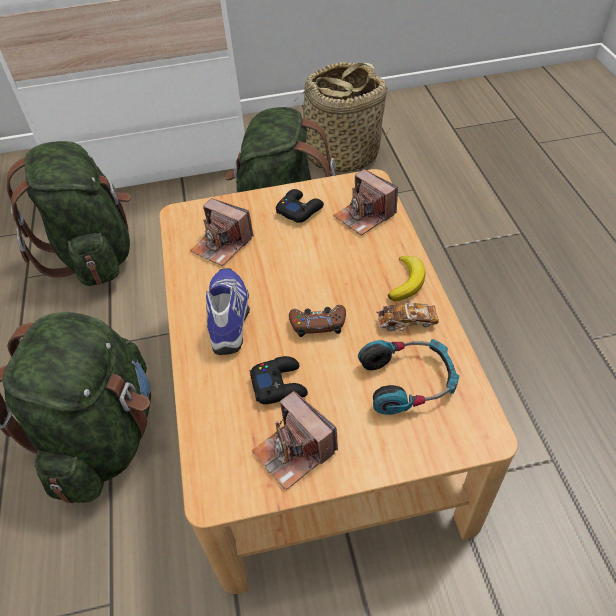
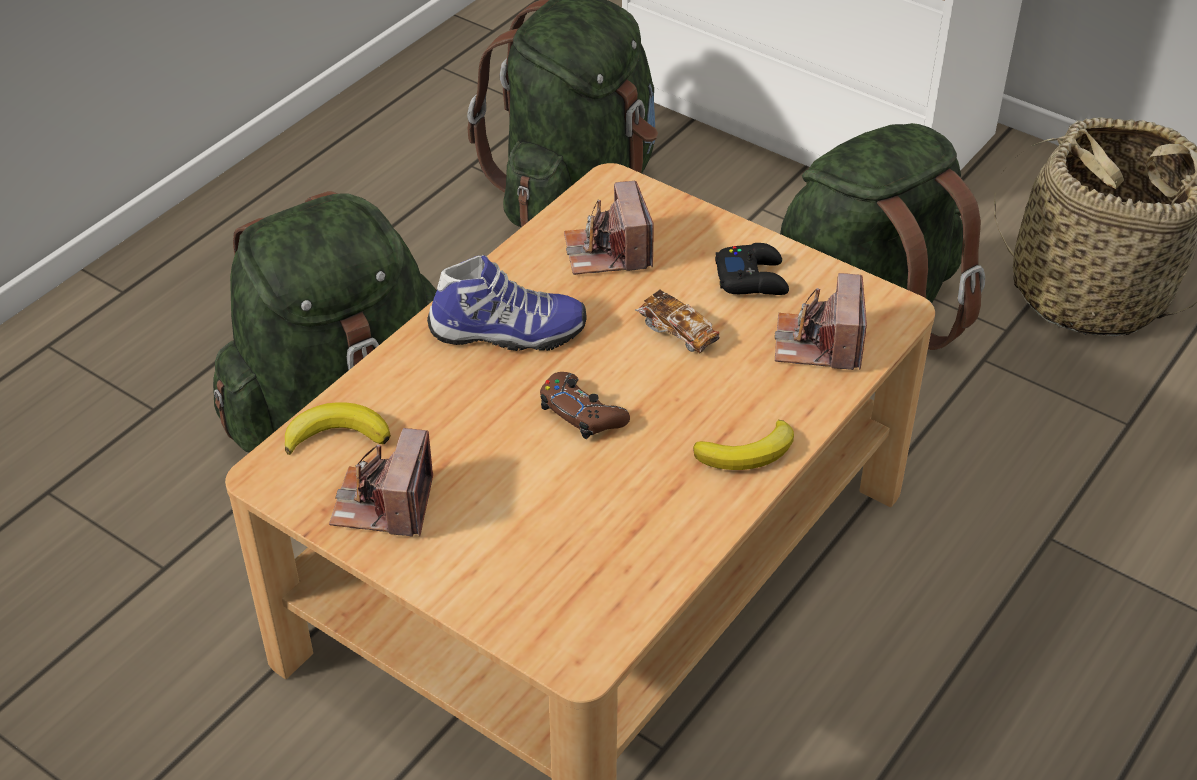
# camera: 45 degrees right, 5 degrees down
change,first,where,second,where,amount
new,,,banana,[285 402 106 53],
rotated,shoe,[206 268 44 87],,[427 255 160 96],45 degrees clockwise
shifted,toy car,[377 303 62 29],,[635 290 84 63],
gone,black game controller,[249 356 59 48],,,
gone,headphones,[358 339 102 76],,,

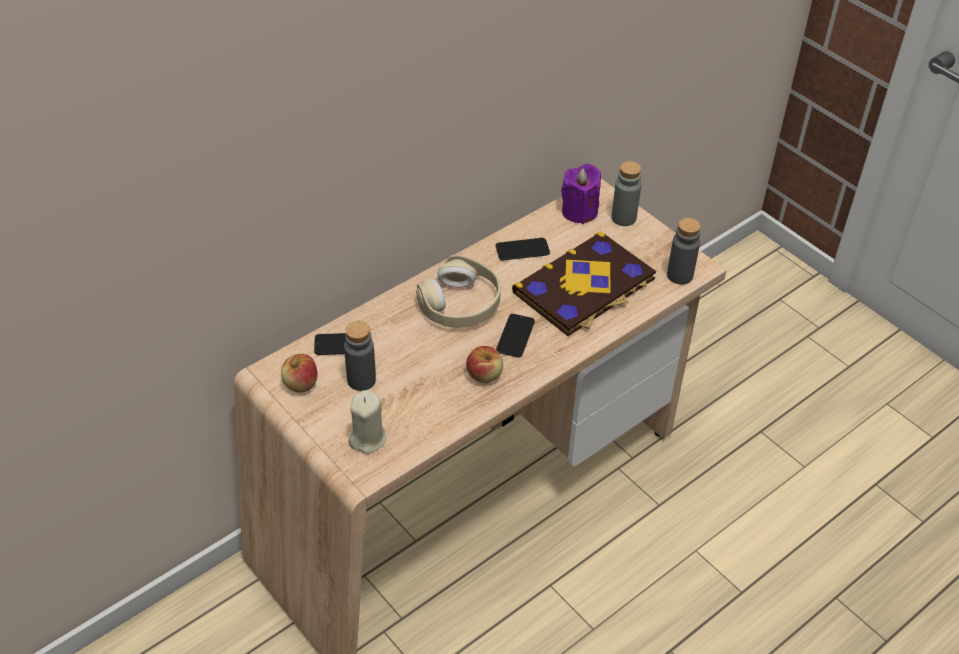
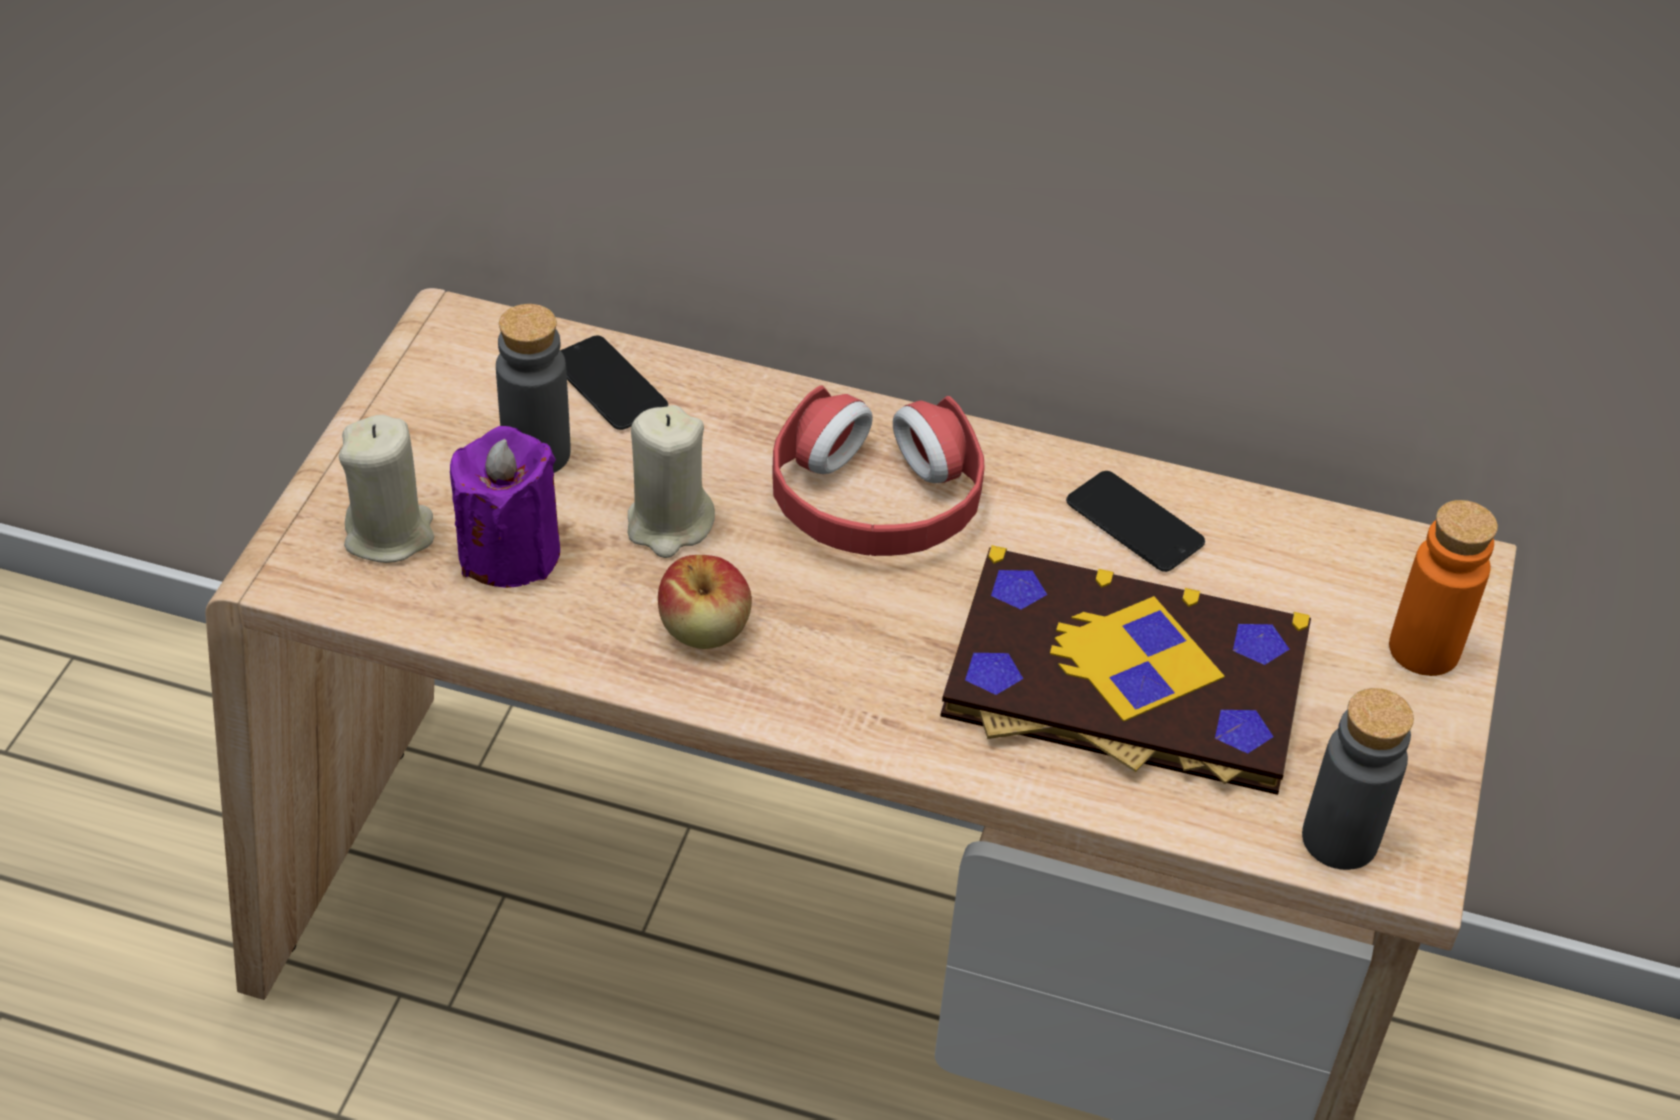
# camera: 55 degrees right, 0 degrees up
change,first,where,second,where,amount
shifted,purple candle,[561 164 40 60],,[450 426 110 162],
new,,,beige candle,[628 405 87 153],
repainted,beige headphones,[416 255 85 73],red headphones,[772 386 213 170],
repainted,grey bottle,[611 161 30 65],orange bottle,[1389 500 109 176],
gone,apple,[281 354 37 39],,,
gone,phone,[496 314 39 44],,,

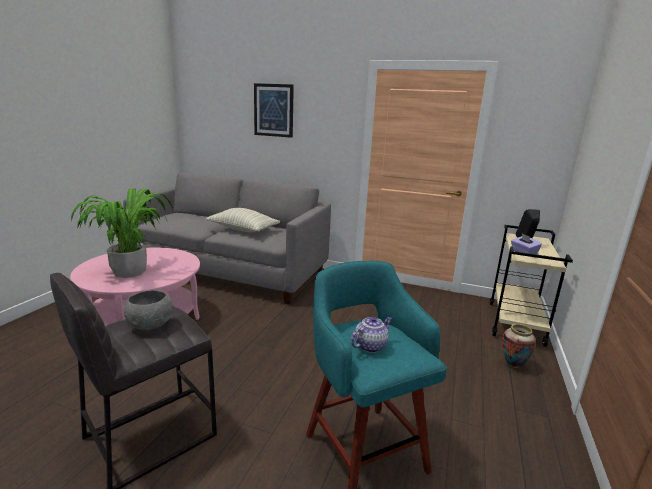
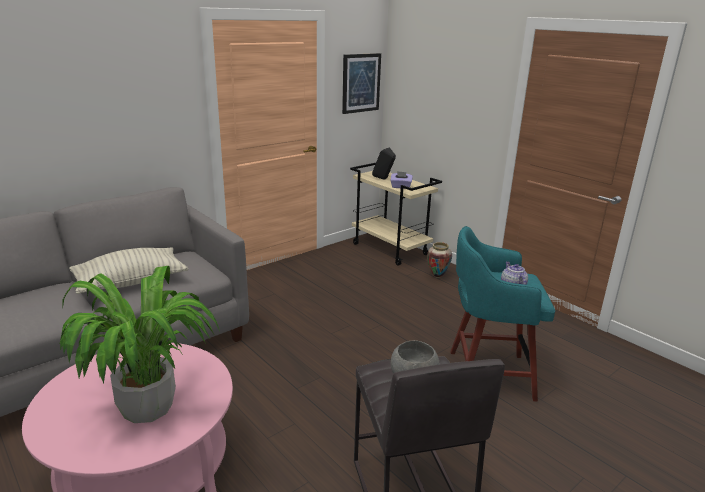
# camera: 60 degrees left, 5 degrees up
change,first,where,second,where,amount
shifted,picture,[254 83 40 55],,[342 53 39 61],

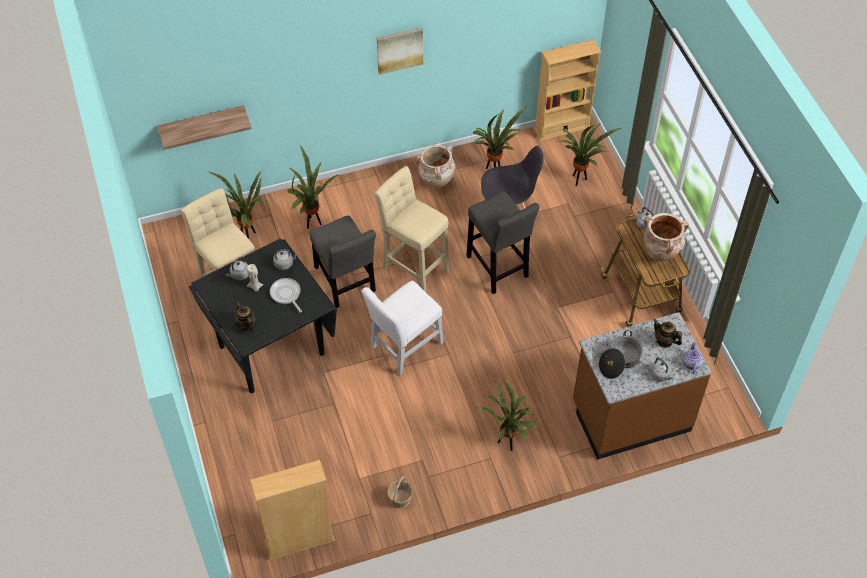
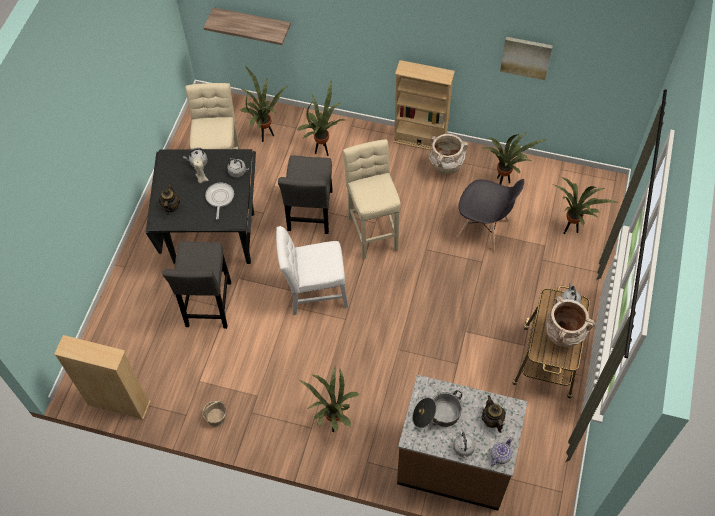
# camera: 35 degrees right, 5 degrees up
change,first,where,second,where,amount
shifted,grey stool,[466 191 74 103],,[162 241 69 88],
shifted,beige bookcase,[534 39 67 102],,[393 60 62 90],
shifted,picture,[377 27 46 48],,[500 37 53 43],

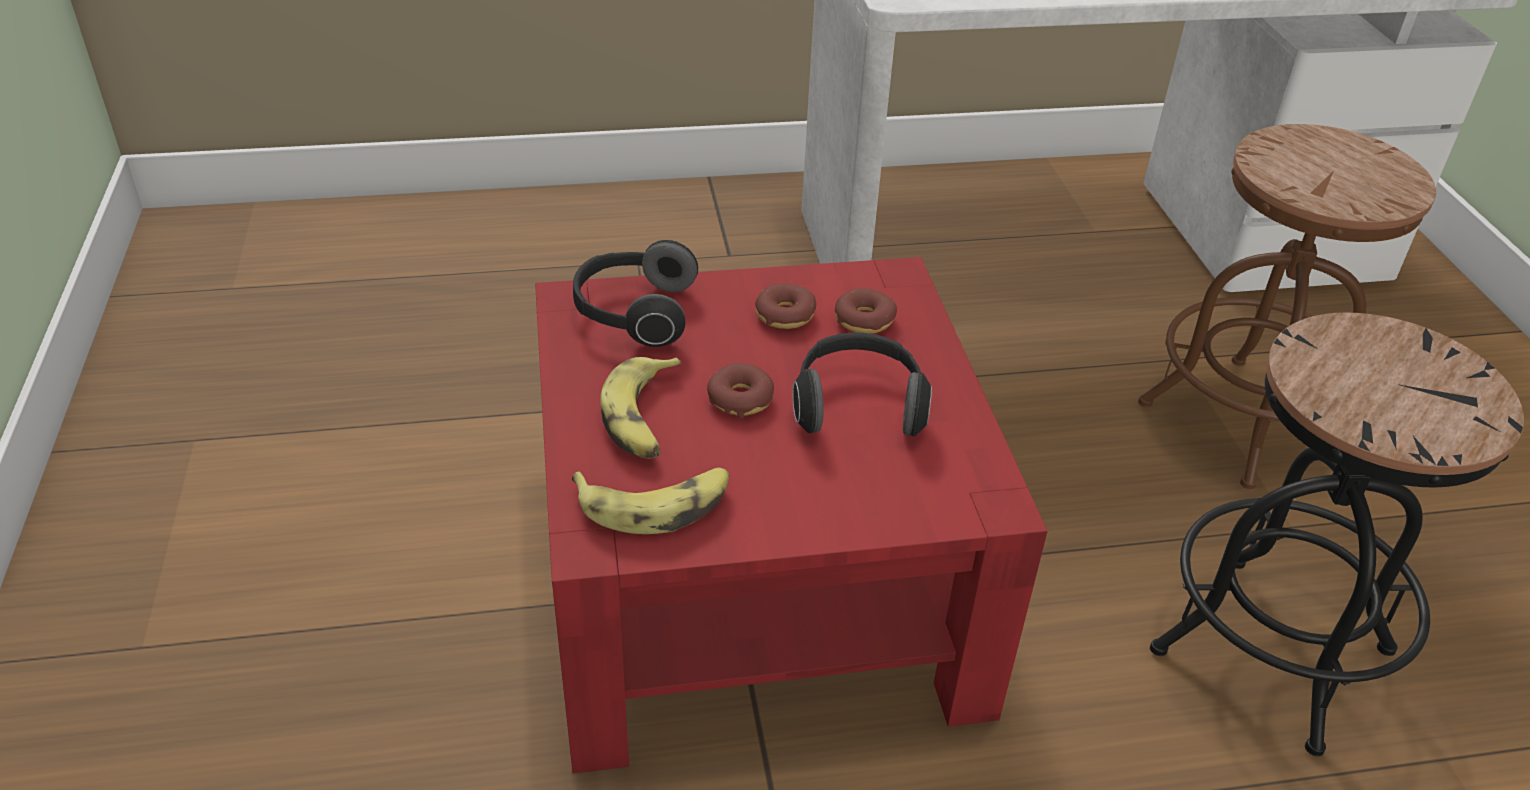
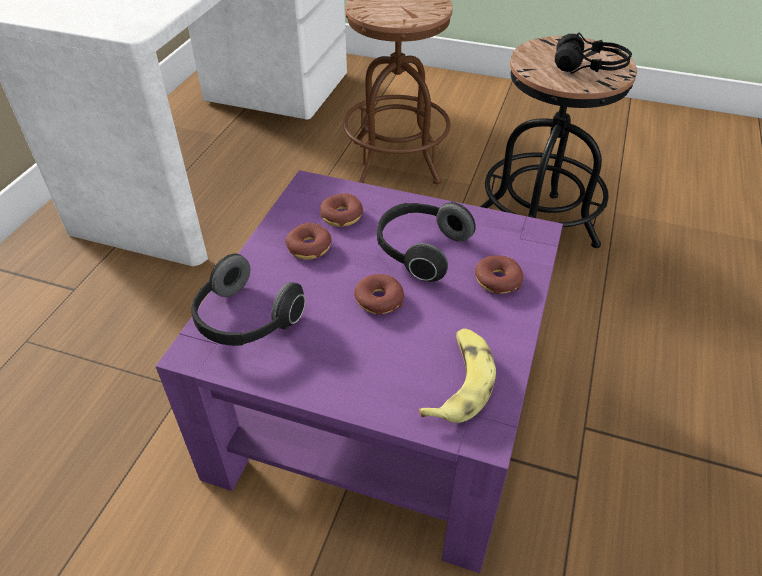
# camera: 60 degrees left, 5 degrees up
change,first,where,second,where,amount
repainted,red coffee table,[535 257 513 516],purple coffee table,[155 170 408 403],
new,,,donut,[475 255 49 39],
new,,,black headphones,[555 33 77 41],
gone,banana,[600 357 81 102],,,

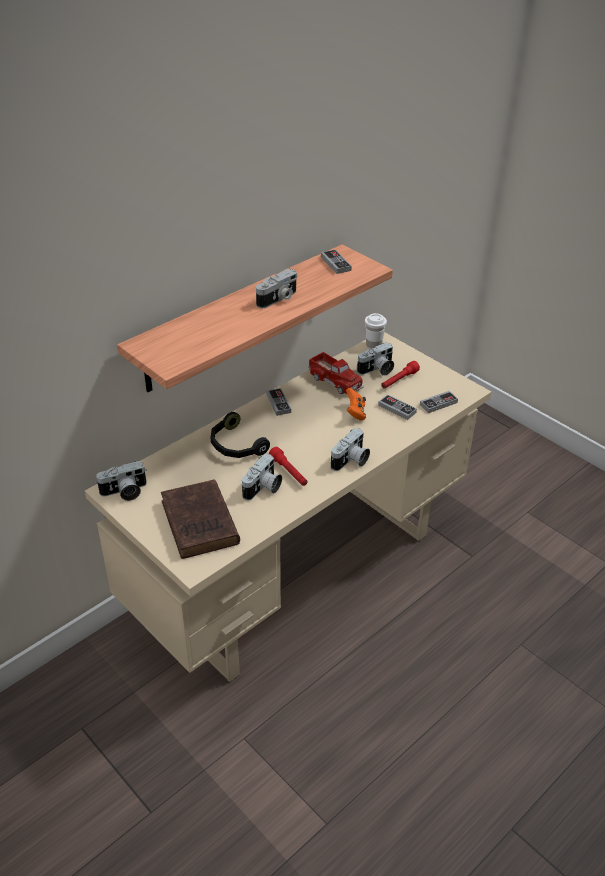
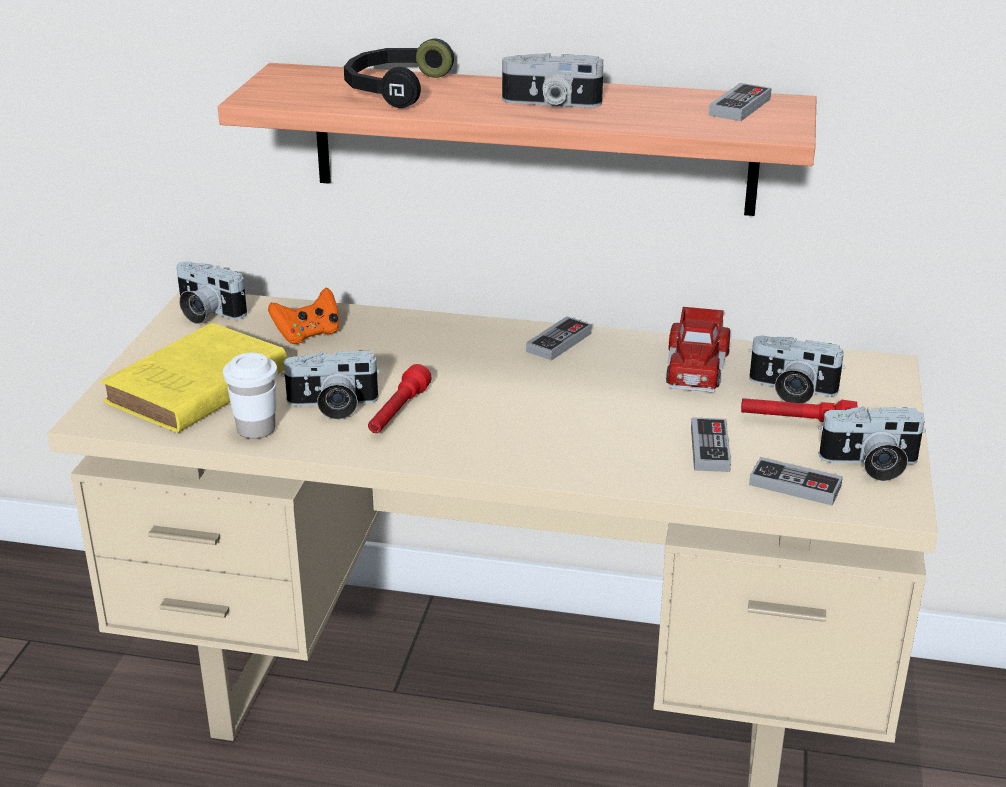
# camera: 55 degrees right, 10 degrees down
change,first,where,second,where,amount
repainted,brown book,[161 479 79 80],yellow book,[101 323 186 110],
shifted,white cup,[365 313 22 35],,[223 352 55 87],
shifted,orange game controller,[346 388 20 33],,[268 287 72 57],
shifted,black headphones,[210 412 60 46],,[344 39 110 69],
shifted,photo camera,[331 428 39 43],,[819 407 107 74],

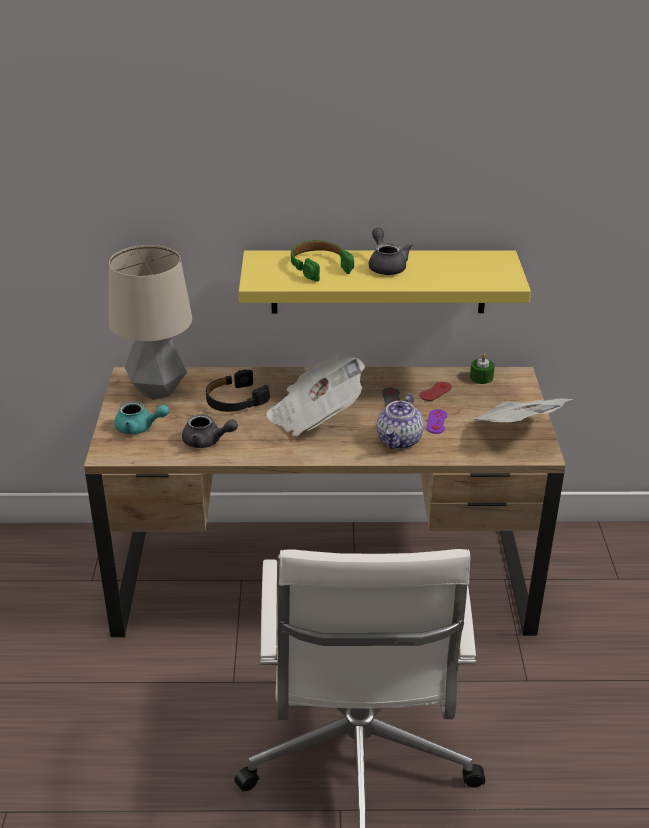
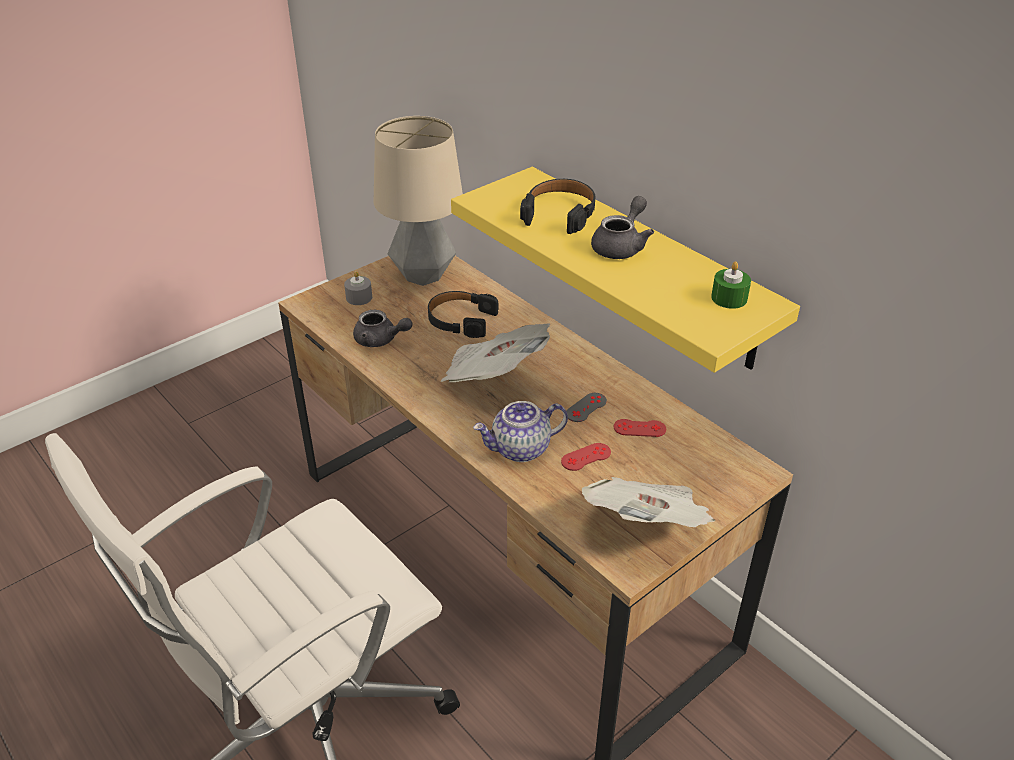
# camera: 50 degrees right, 5 degrees up
change,first,where,second,where,amount
swapped,turquoise teapot,[114 401 55 33],grey candle,[344 271 28 34],
rotated,grey teapot,[182 414 56 34],,[353 310 59 37],45 degrees counterclockwise
repainted,green headphones,[291 240 63 42],black headphones,[520 179 75 55],
repainted,purple game controller,[426 409 21 25],red game controller,[561 443 50 28],
shifted,green candle,[470 354 25 30],,[711 262 40 47],

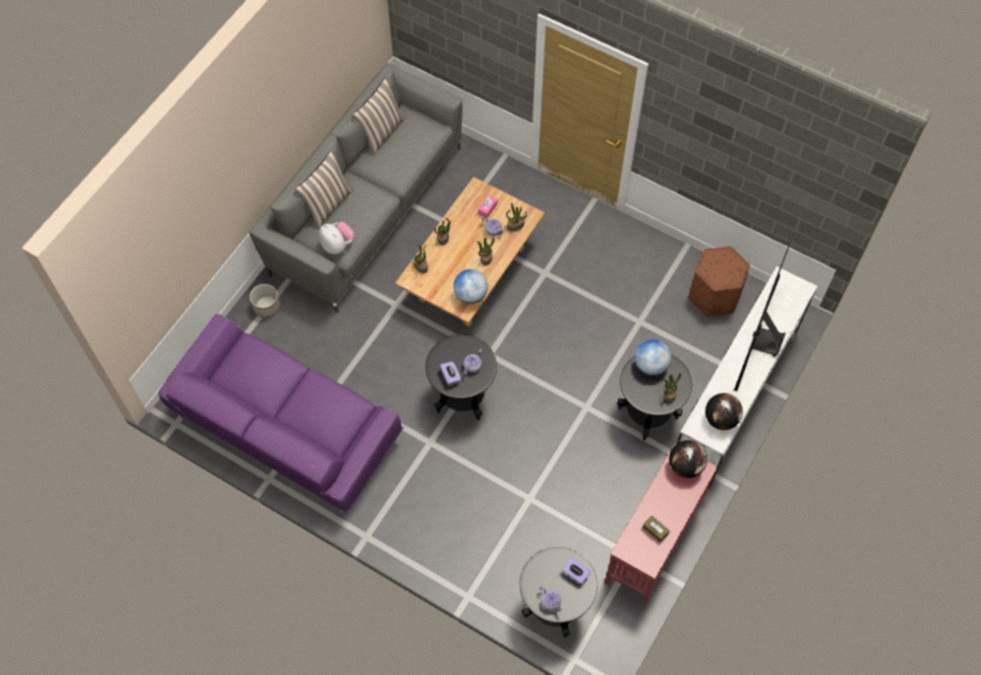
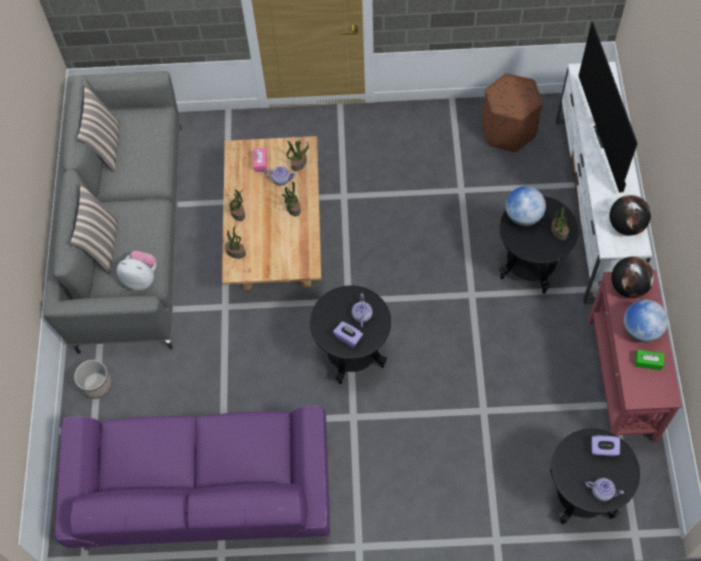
# camera: 30 degrees left, 0 degrees up
change,first,where,second,where,amount
shifted,globe,[453 269 35 35],,[624 299 44 43],
repainted,brown tissue box,[643 515 27 28],green tissue box,[635 350 29 20],

